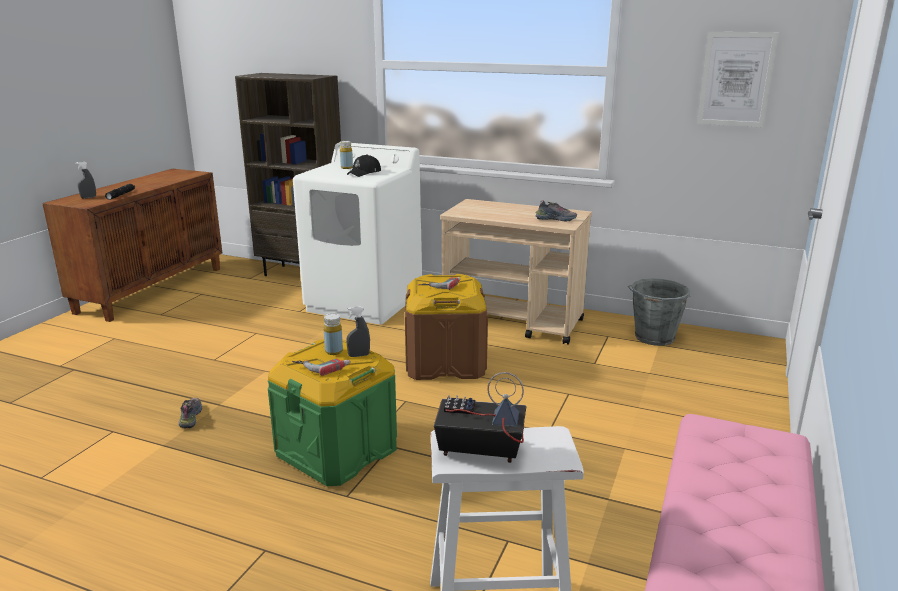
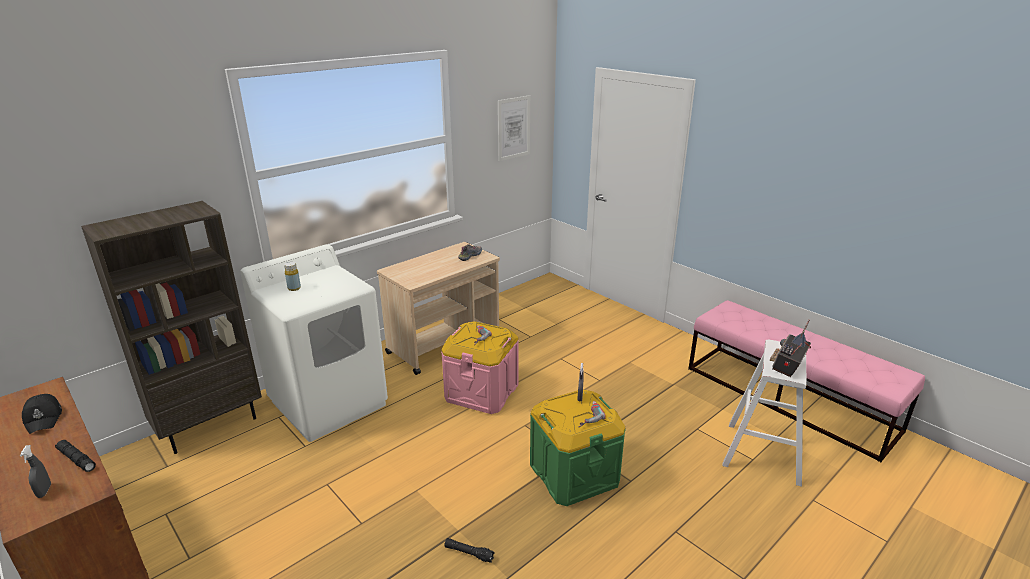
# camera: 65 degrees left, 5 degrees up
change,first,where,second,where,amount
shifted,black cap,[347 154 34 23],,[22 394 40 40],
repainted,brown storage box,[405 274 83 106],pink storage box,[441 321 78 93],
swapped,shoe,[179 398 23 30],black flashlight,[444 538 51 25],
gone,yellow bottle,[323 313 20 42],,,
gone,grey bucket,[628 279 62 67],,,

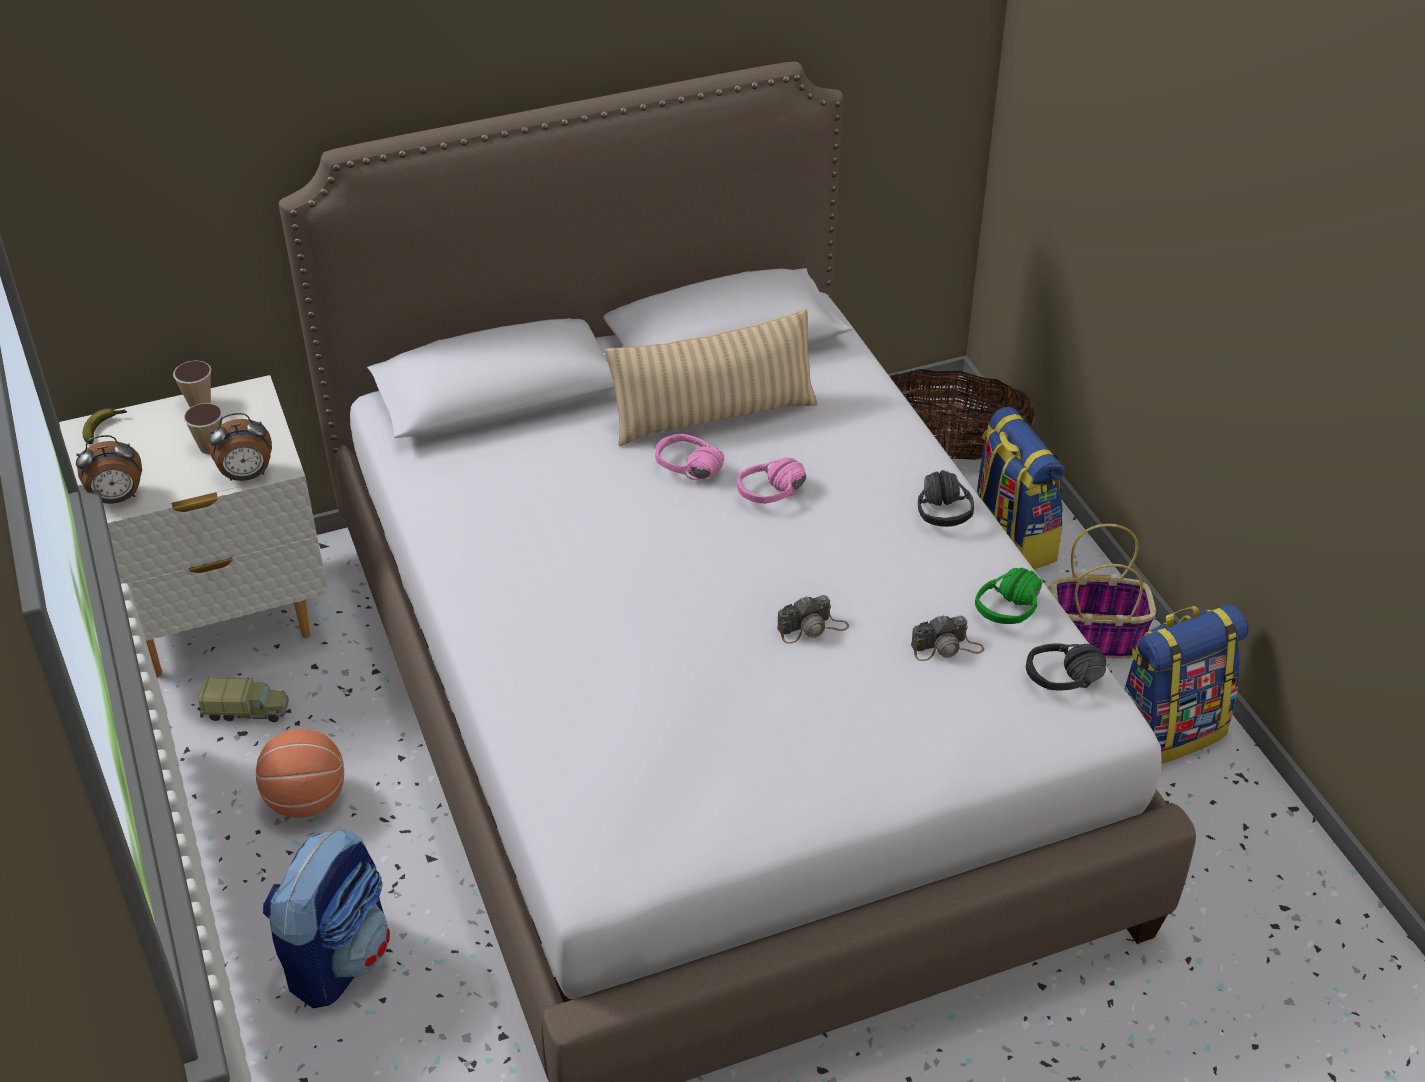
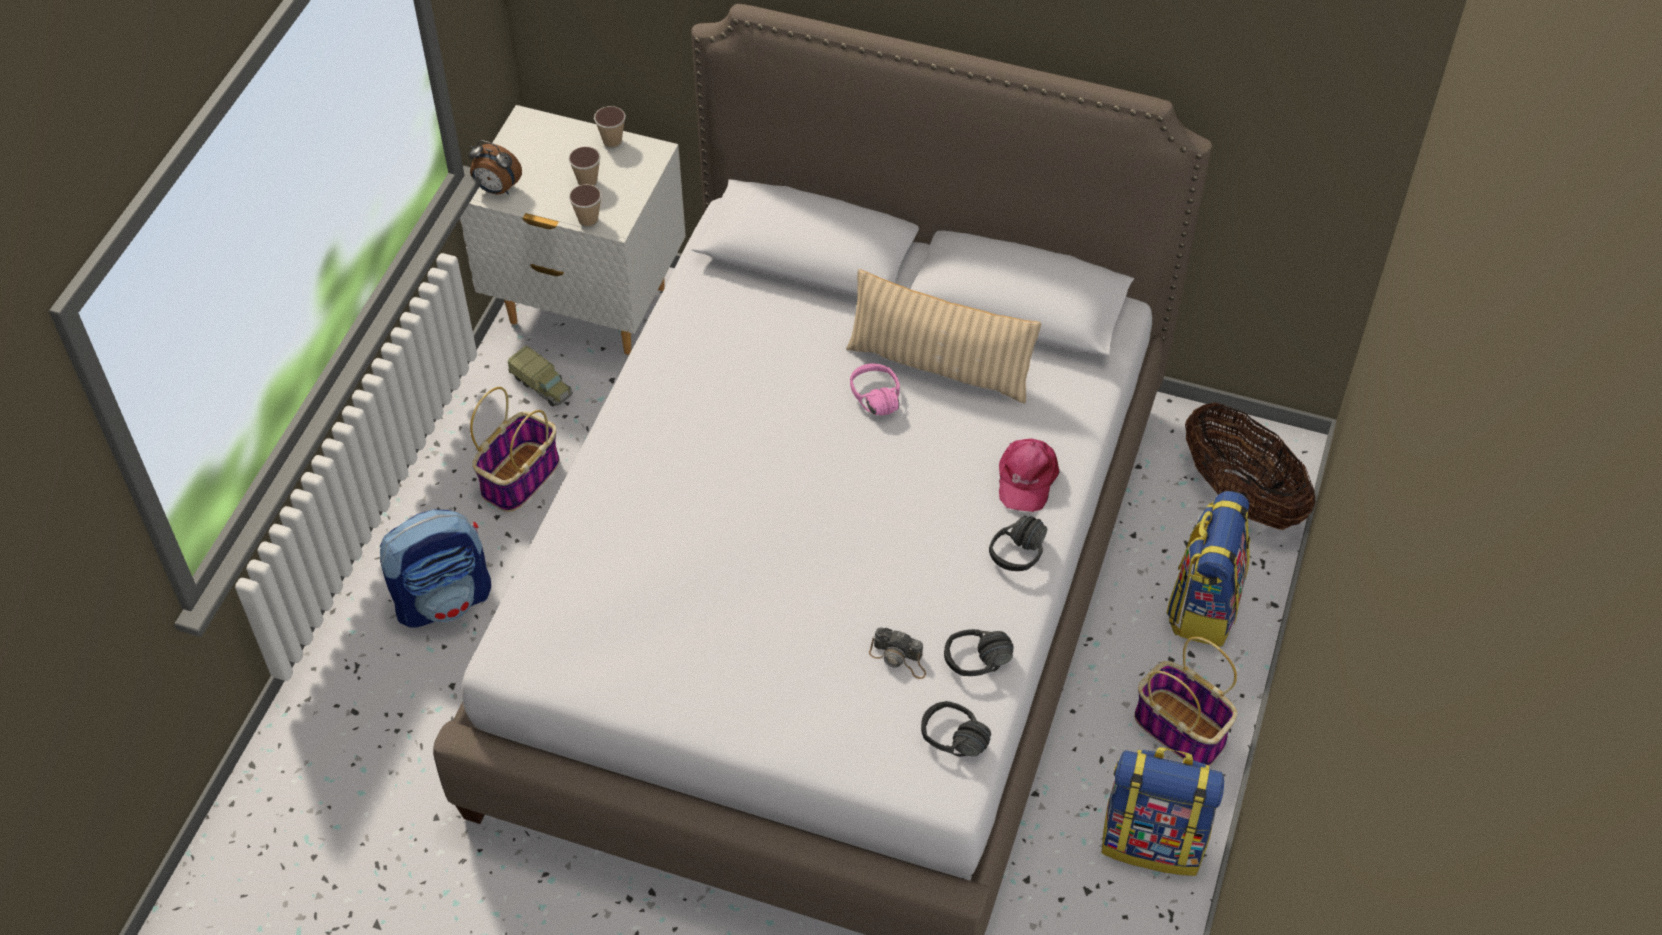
# camera: 40 degrees right, 10 degrees up
change,first,where,second,where,amount
swapped,basketball,[256 729 88 89],basket,[470 387 90 125],
swapped,alarm clock,[209 413 63 68],cup,[569 184 33 43],
repainted,green headphones,[975 568 67 56],black headphones,[944 629 70 47],
new,,,pink cap,[999 439 61 73],
gone,banana,[83 408 44 36],,,
gone,pink headphones,[737 457 69 47],,,
gone,photo camera,[777 595 72 49],,,

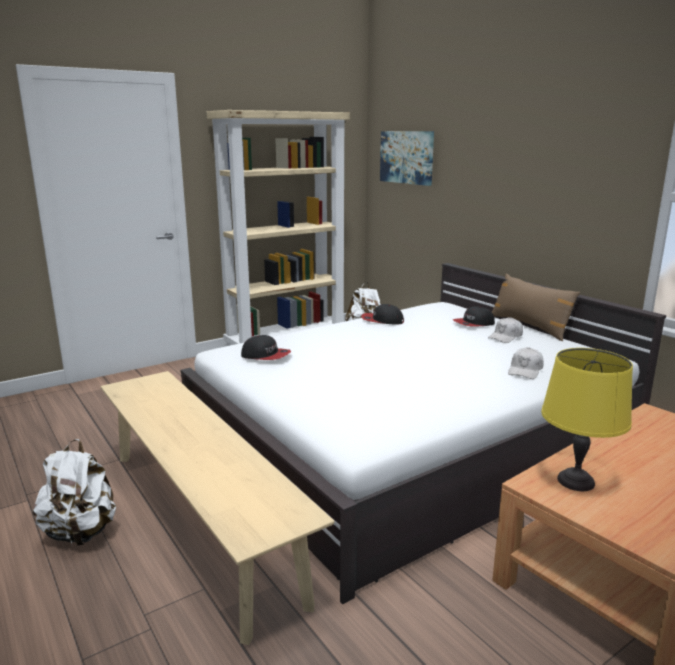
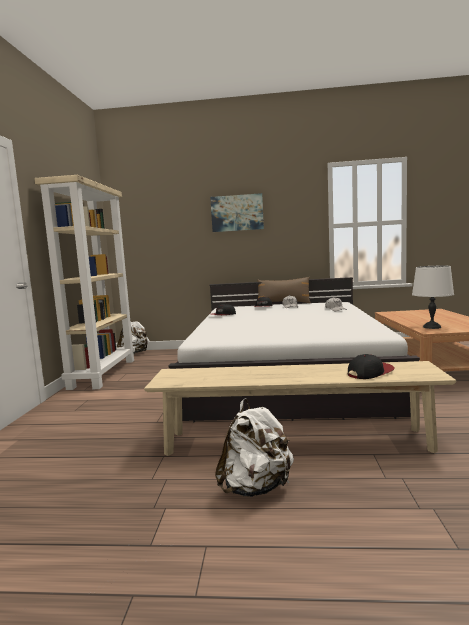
# camera: 50 degrees left, 10 degrees down
change,first,where,second,where,amount
shifted,picture,[380 131 54 55],,[210 193 54 39],
shifted,cap,[241 335 50 25],,[348 354 47 25],
repainted,yellow table lamp,[541 348 92 143],white table lamp,[412 266 42 63],

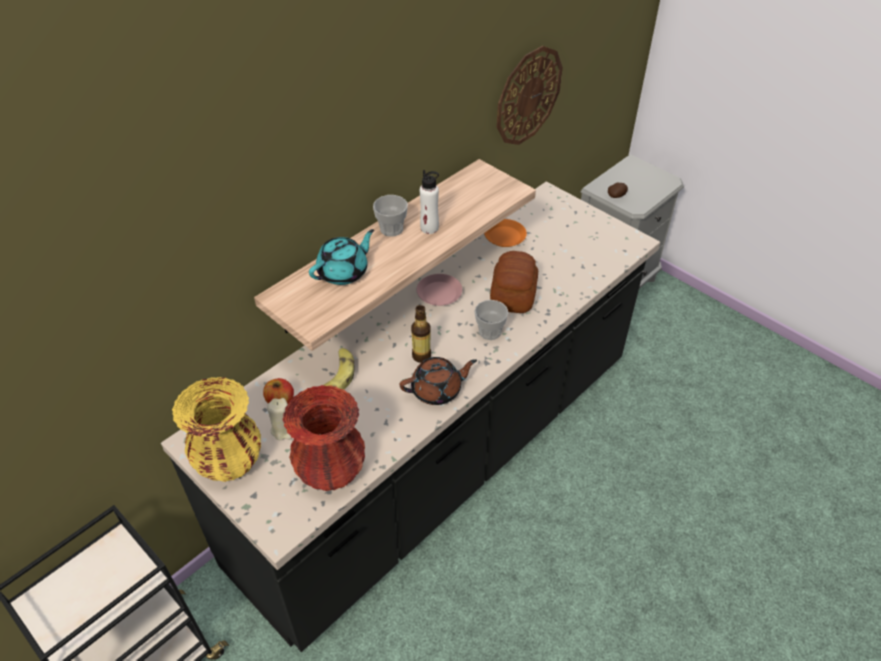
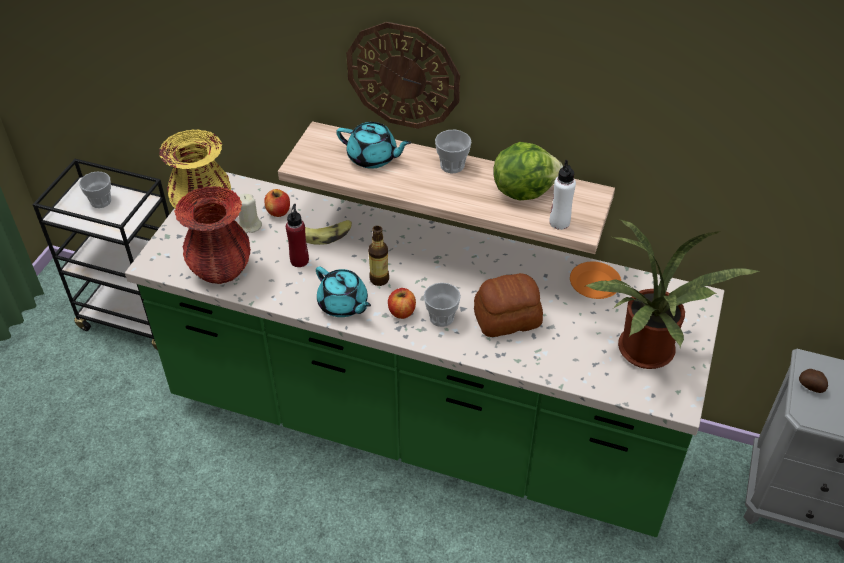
# camera: 65 degrees right, 0 degrees up
change,first,where,second,where,amount
new,,,cup,[79 171 32 37],
repainted,black counter,[161 182 499 470],green counter,[125 172 599 365],
new,,,red bottle,[286 204 23 63],
repainted,brown teapot,[400 357 77 48],turquoise teapot,[316 266 55 51],
shifted,wall clock,[497 46 66 99],,[346 22 114 107],
new,,,apple,[388 288 28 31],
new,,,lettuce,[493 142 70 58],
shifted,white bottle,[420 170 19 64],,[550 160 26 70],
new,,,potted plant,[586 220 173 149],
gone,pink plate,[417 274 45 32],,,

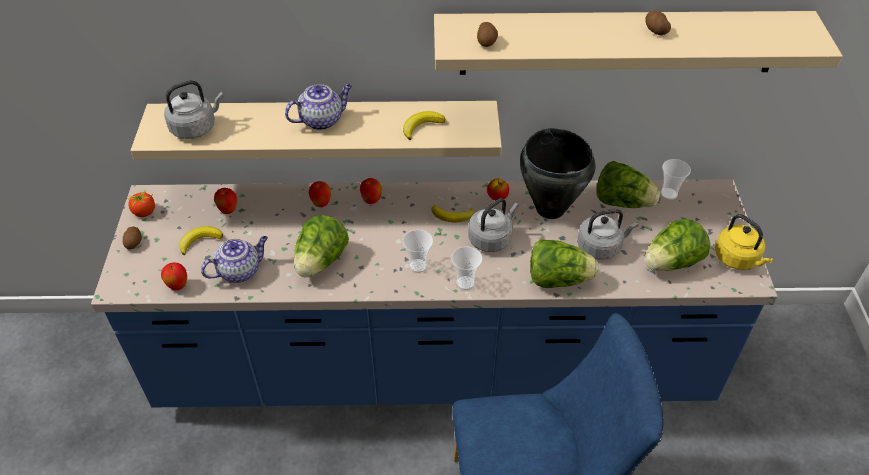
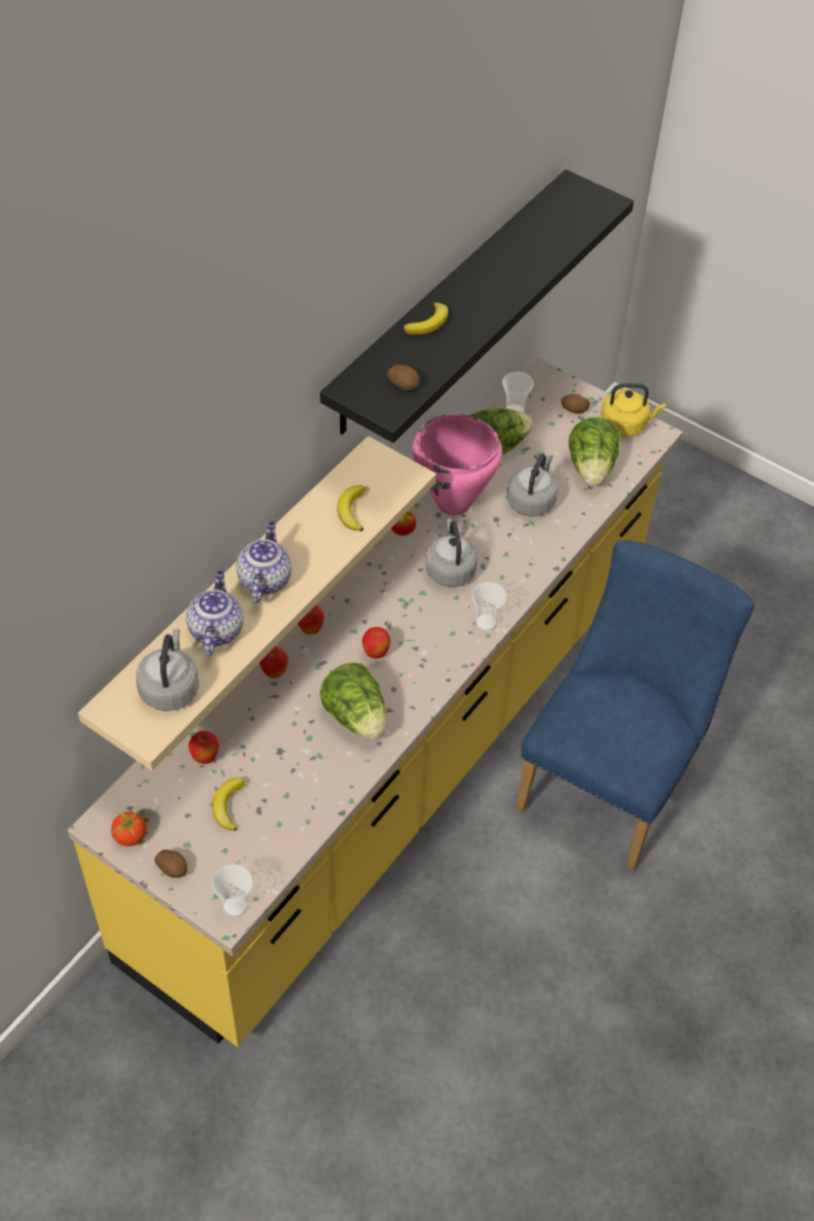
# camera: 55 degrees left, 5 degrees up
change,first,where,second,where,amount
repainted,blue counter,[91 179 687 228],yellow counter,[68 358 615 689],
shifted,teapot,[201 236 67 47],,[186 570 57 86],
shifted,cup,[403 230 30 43],,[212 865 41 52],
repainted,beige shelf,[434 11 409 64],black shelf,[320 169 314 274],
shifted,apple,[161 263 26 28],,[362 627 29 32],
shifted,banana,[431 205 43 17],,[403 302 45 33],
repainted,black cooking pot,[520 128 76 91],pink cooking pot,[412 414 91 102],
shifted,potato,[645 10 26 25],,[561 394 29 19],
gone,lettuce,[530 239 69 49],,,

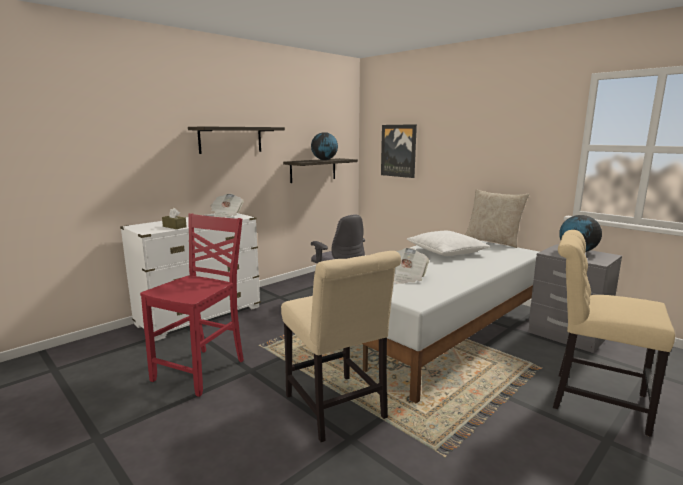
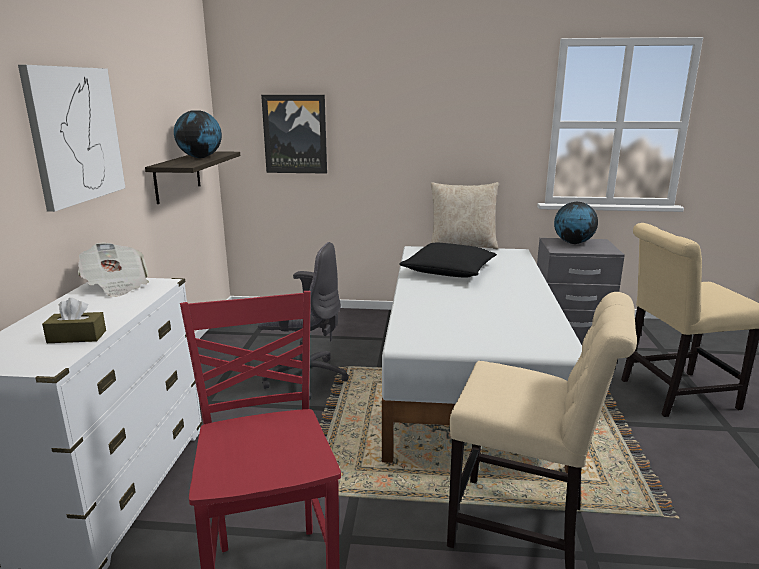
# camera: 40 degrees left, 5 degrees up
change,first,where,second,where,amount
swapped,shelf,[188 126 97 28],picture,[18 65 107 147],
repainted,white pillow,[407 231 83 25],black pillow,[399 243 98 35],
gone,newspaper,[394 248 36 36],,,

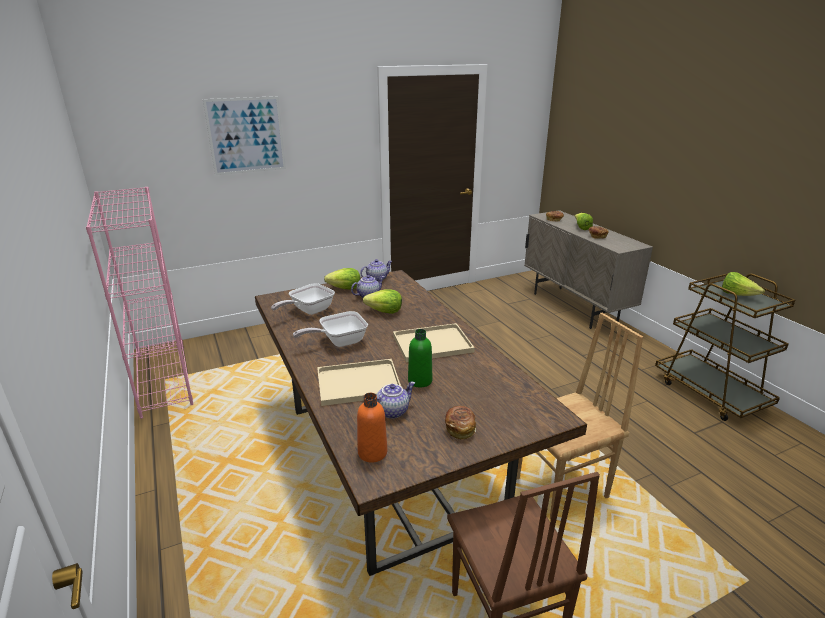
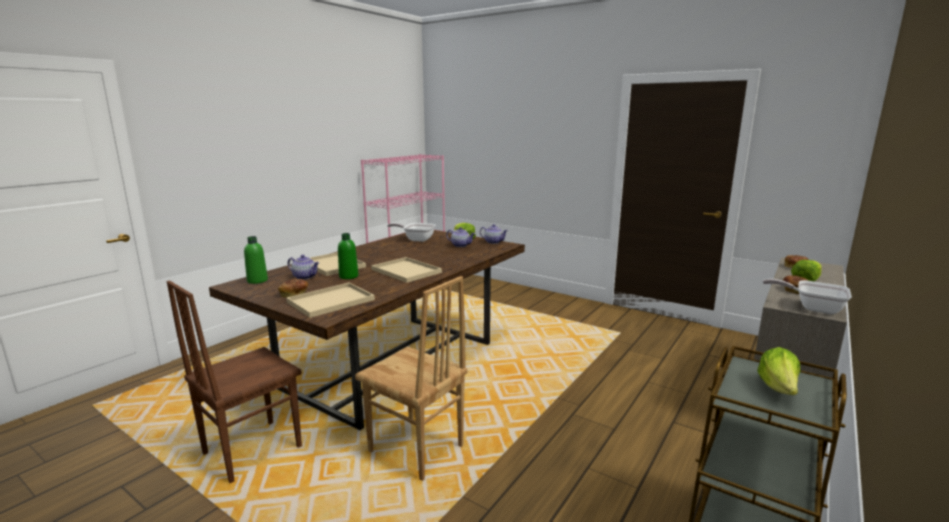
# camera: 60 degrees right, 10 degrees down
change,first,where,second,where,amount
repainted,orange bottle,[357 393 30 70],green bottle,[244 236 24 48],
new,,,beige tray,[286 283 89 35],
shifted,frying pan,[293 311 75 36],,[763 279 89 35],
gone,picture,[203 96 83 79],,,
gone,lettuce,[363 290 39 24],,,

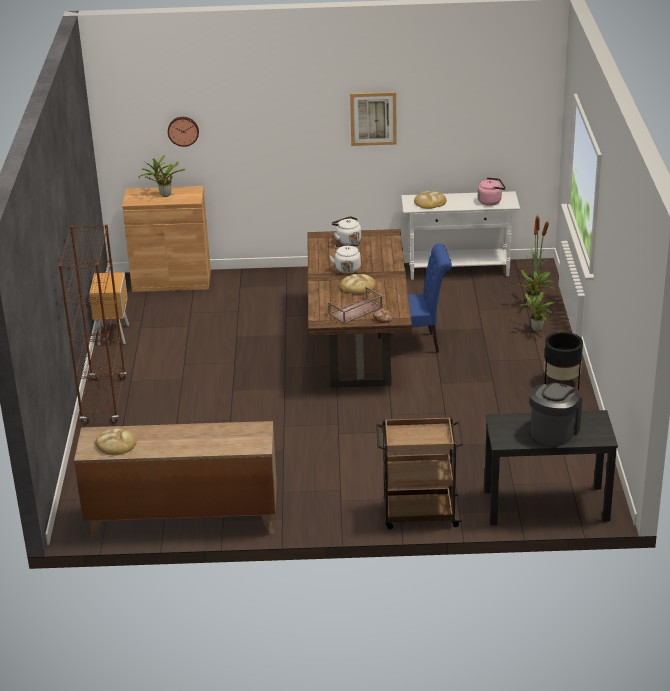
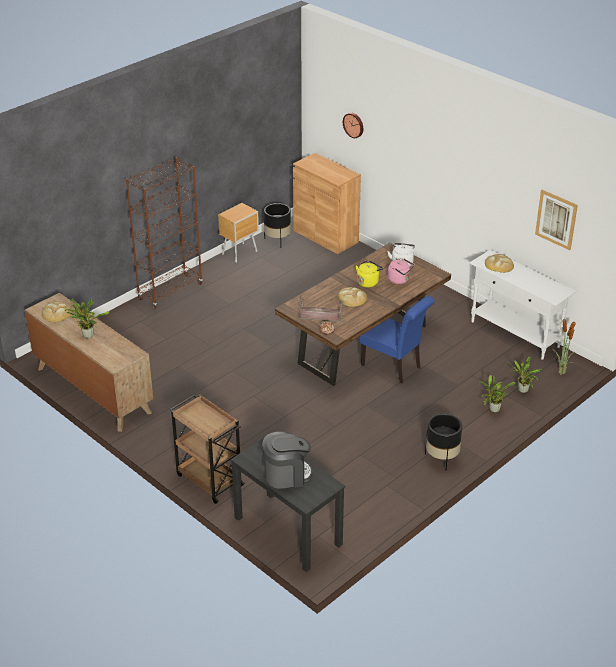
# camera: 45 degrees right, 5 degrees up
change,first,where,second,where,amount
shifted,potted plant,[138 155 47 42],,[65 299 44 39],
new,,,black planter,[264 203 27 38],
repainted,white kettle,[329 244 32 30],yellow kettle,[356 260 27 28],
shifted,pink kettle,[478 177 28 28],,[388 259 26 25],
shifted,picture,[350 92 47 54],,[535 190 43 60],

